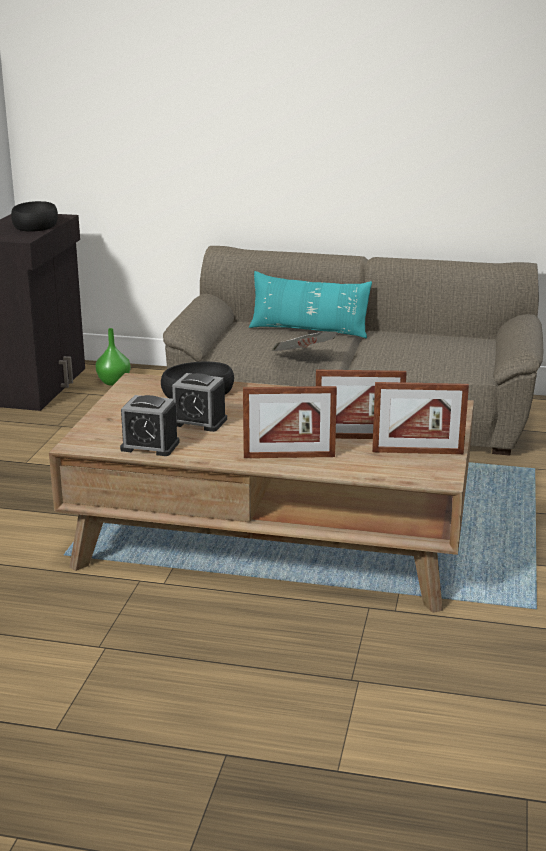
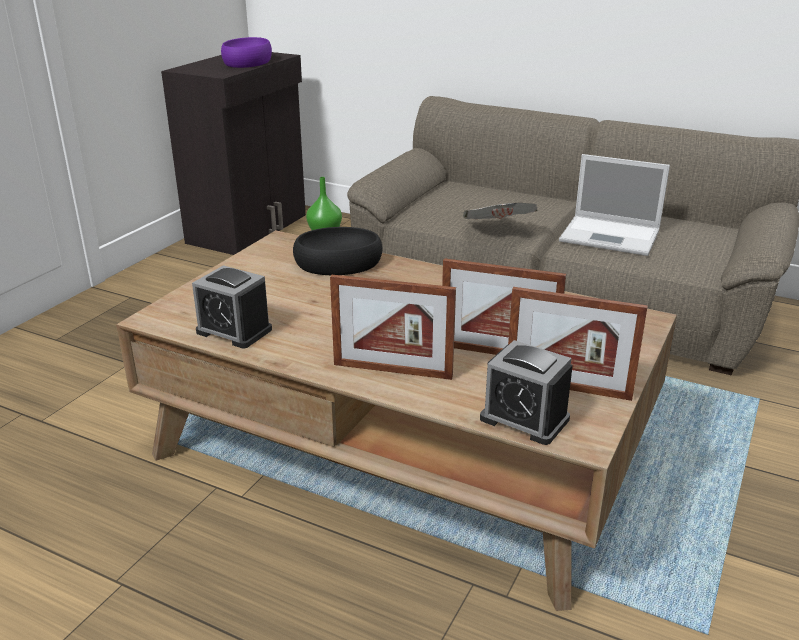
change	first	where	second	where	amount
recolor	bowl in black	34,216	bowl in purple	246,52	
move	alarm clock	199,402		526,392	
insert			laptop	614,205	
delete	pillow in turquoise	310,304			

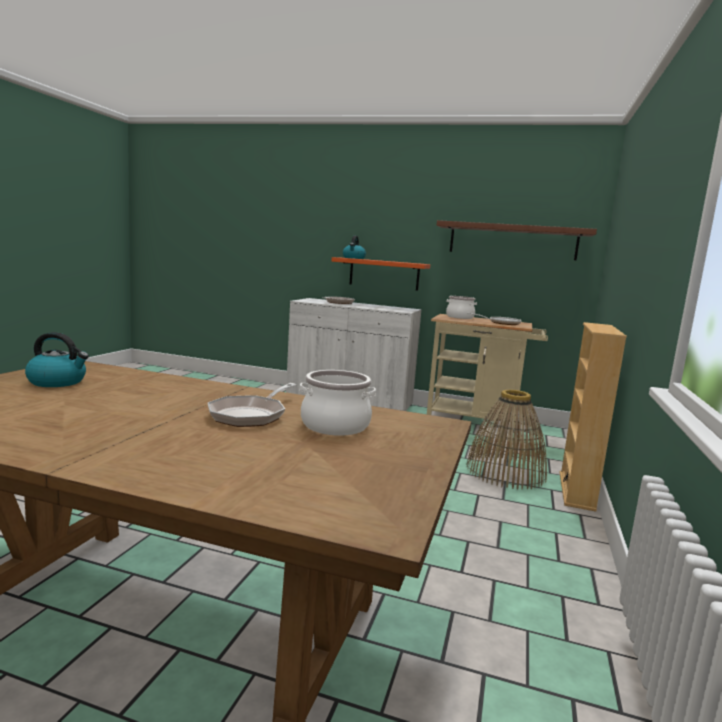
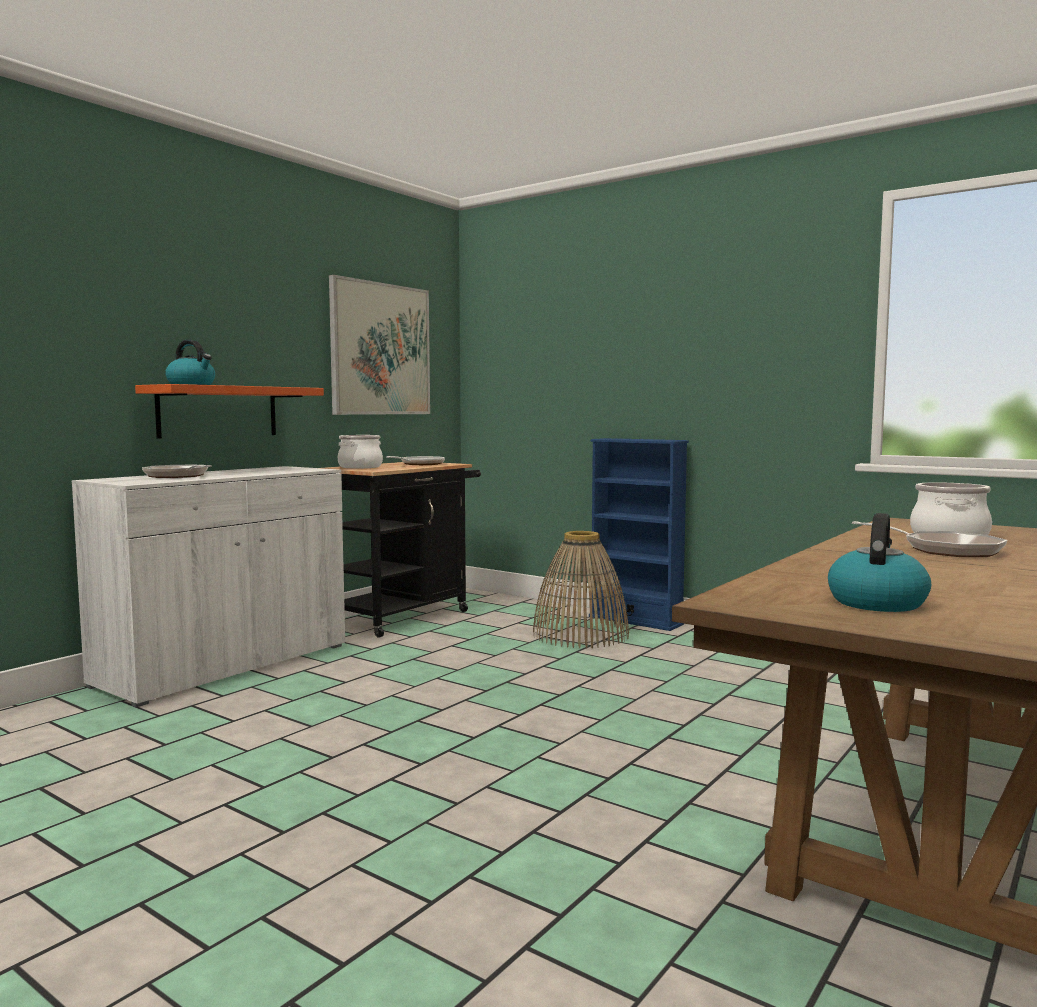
change	first	where	second	where	amount
recolor	cart in beige	487,374	cart in black	402,550	
replace	shelf in brown	517,240	picture	379,345	
recolor	bookcase in beige	593,417	bookcase in blue	639,534	

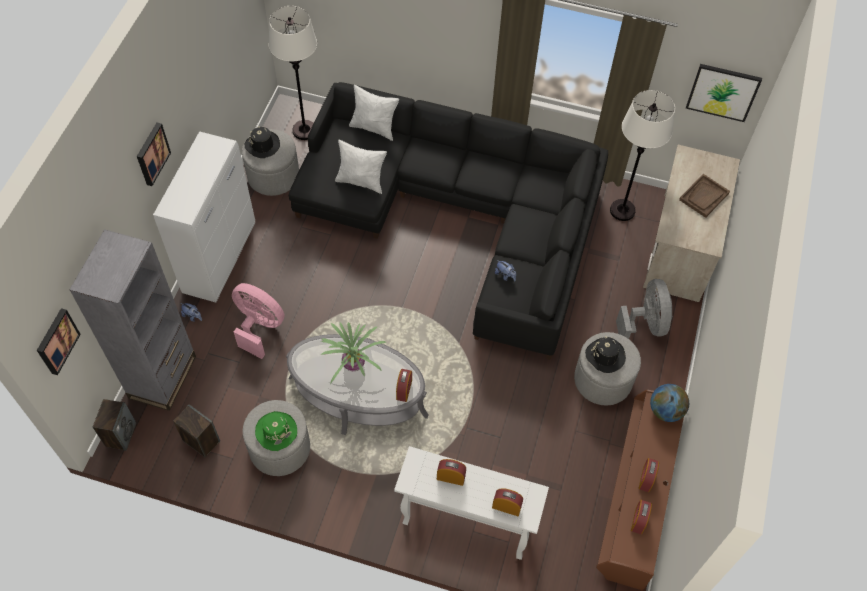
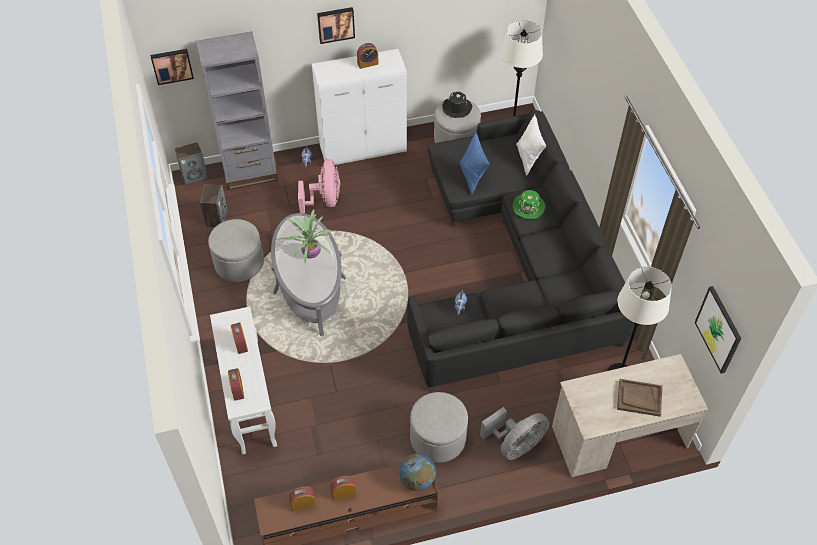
change	first	where	second	where	amount
move	alarm clock	404,385		368,56	
recolor	pillow in white	361,167	pillow in blue	474,163	
move	hat in green	276,431		529,204	
delete	hat in black	605,354			

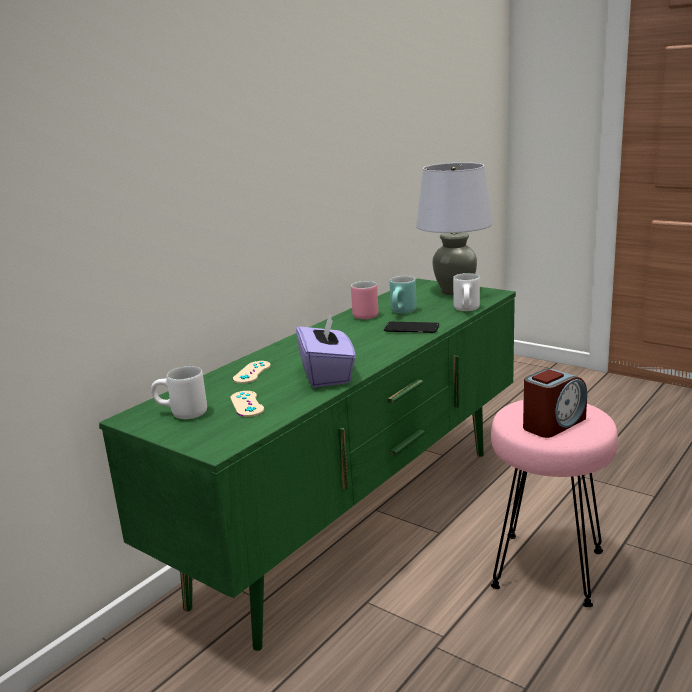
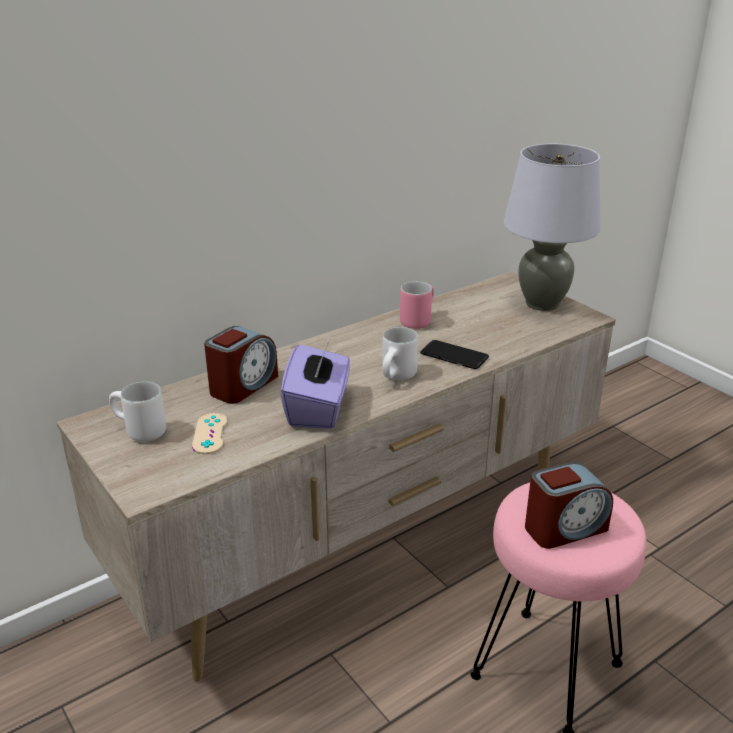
change	first	where	second	where	amount
recolor	tv stand in green	307,464	tv stand in beige	336,476	
replace	game controller in beige	252,372	alarm clock	241,365	
move	mug in white	466,292		400,353	
delete	mug in turquoise	403,295			

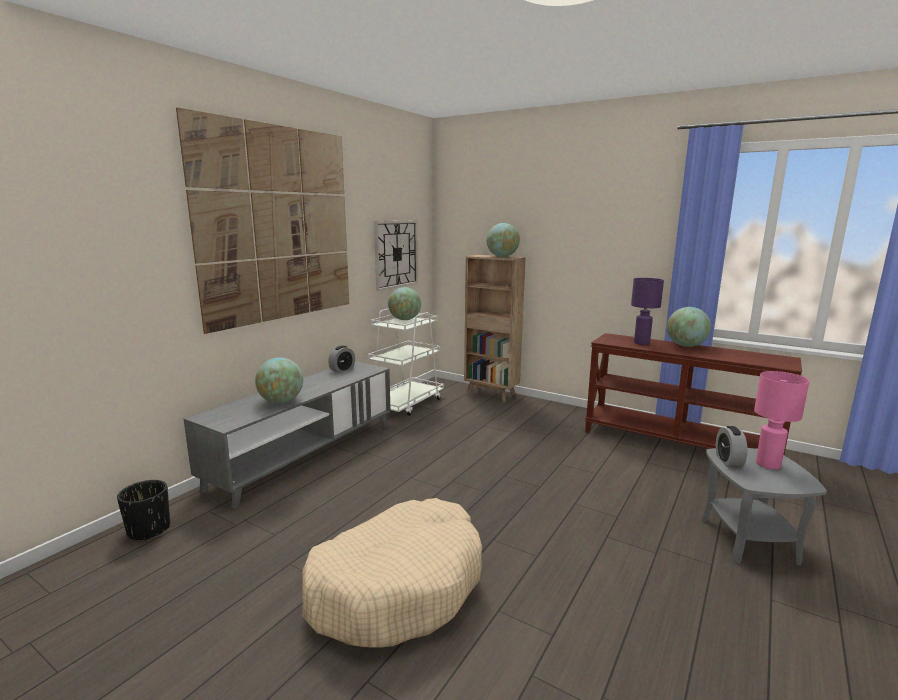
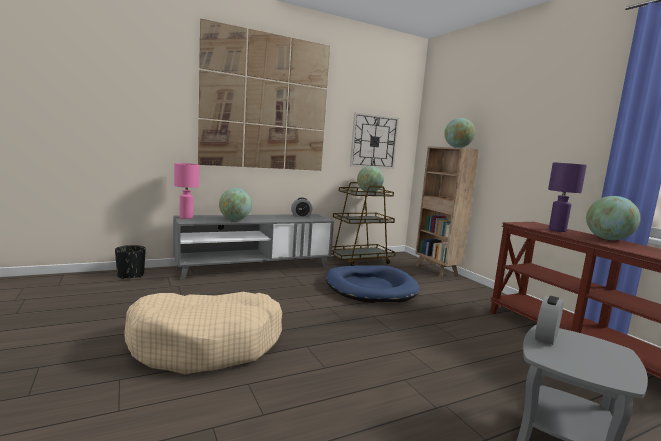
change	first	where	second	where	amount
move	table lamp in pink	781,420		186,191	
insert			dog bed in blue	373,284	
recolor	cart in white	406,362	cart in brown	363,224	

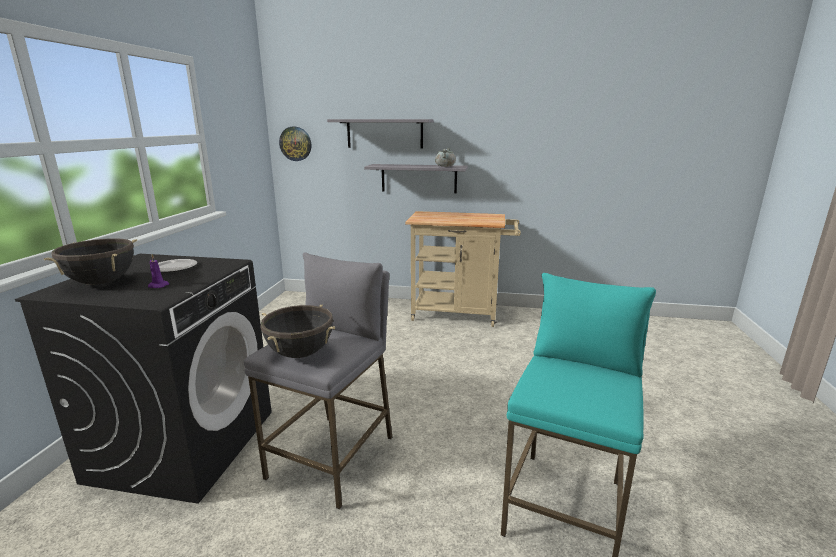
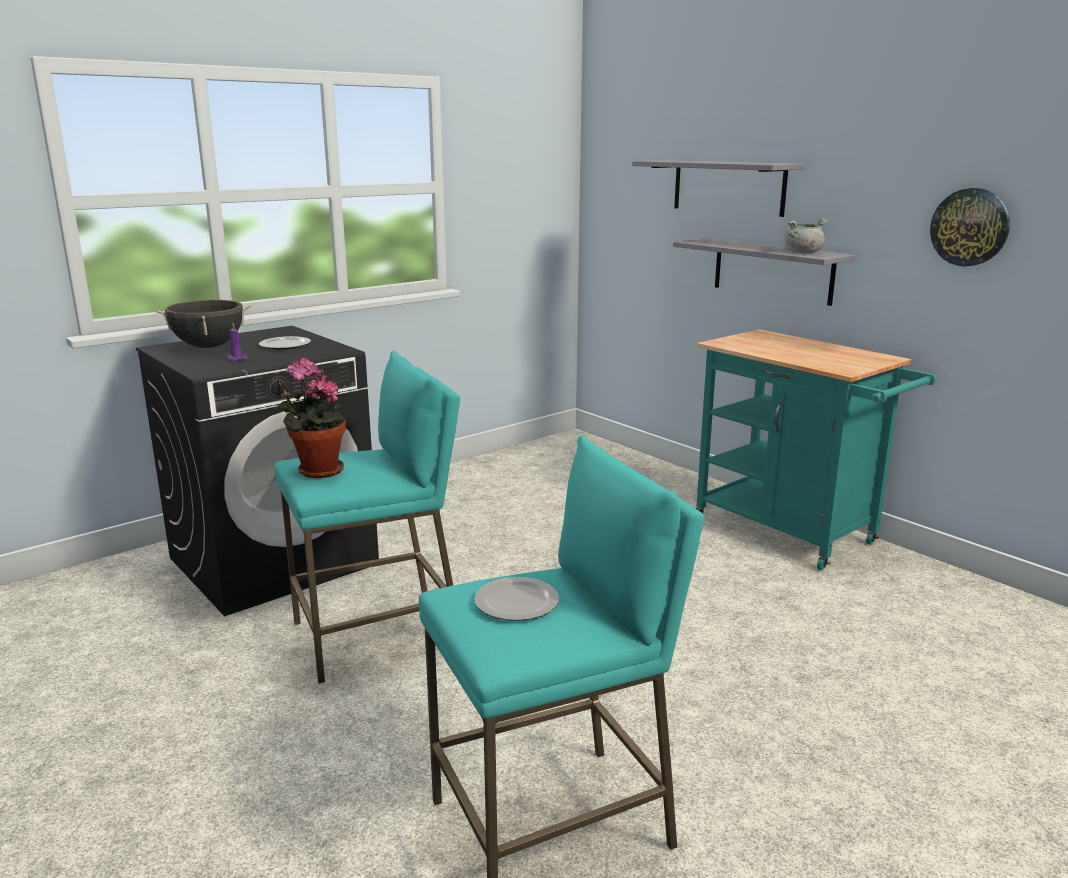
change	first	where	second	where	amount
recolor	stool in grey	318,380	stool in turquoise	367,517	
replace	cooking pot in black	298,331	potted plant	310,418	
insert			plate	517,599	
recolor	cart in beige	463,269	cart in turquoise	816,450	
move	wall clock	295,144		970,227	

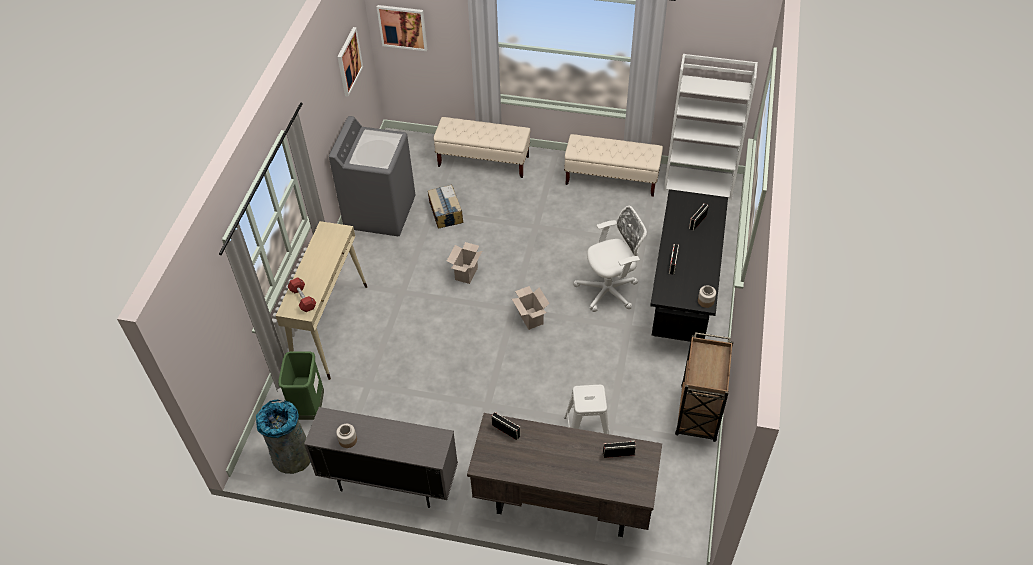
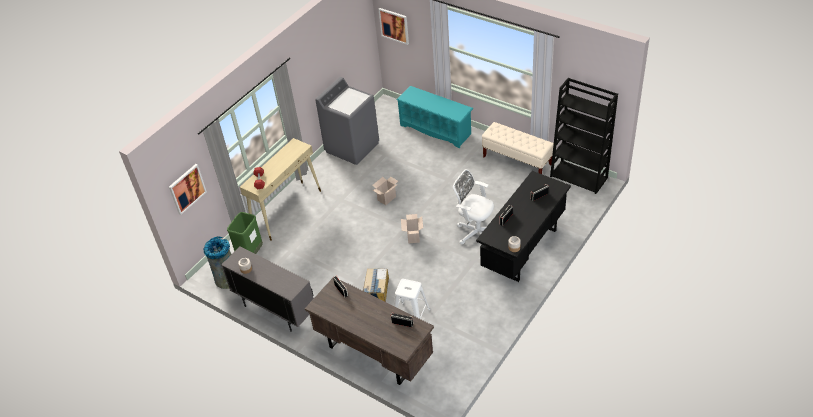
change	first	where	second	where	amount
move	picture	350,62		188,189	
move	cardboard box	445,207		376,285	
replace	bench in beige	482,147	shoe rack in turquoise	434,117	
rotate	office chair in white	610,259		473,206	150 degrees counterclockwise
recolor	bookcase in white	711,127	bookcase in black	584,136	
delete	cart in brown	704,387			

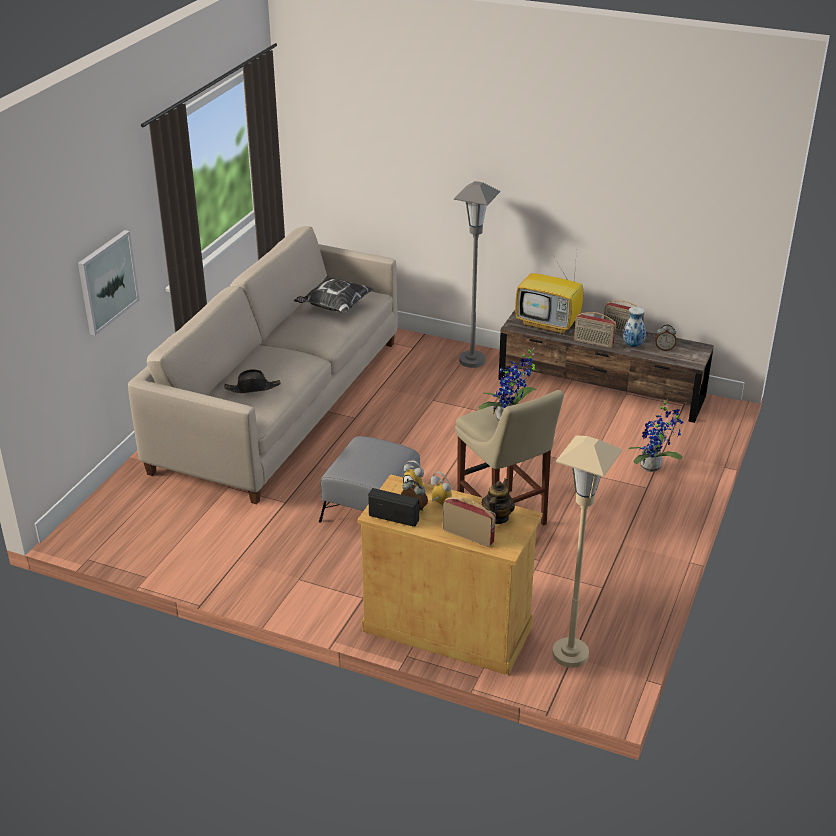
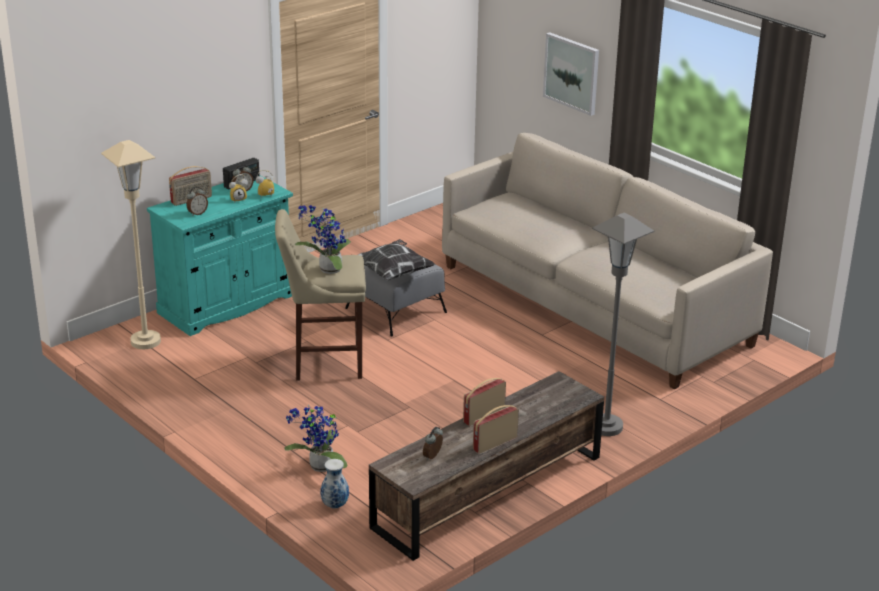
change	first	where	second	where	amount
recolor	cabinet in beige	449,574	cabinet in turquoise	220,255	
replace	teapot	498,501	alarm clock	197,201	
move	vase	634,327		334,483	
move	pillow	334,294		396,260	
delete	hat in black	252,381			
delete	television	549,292			

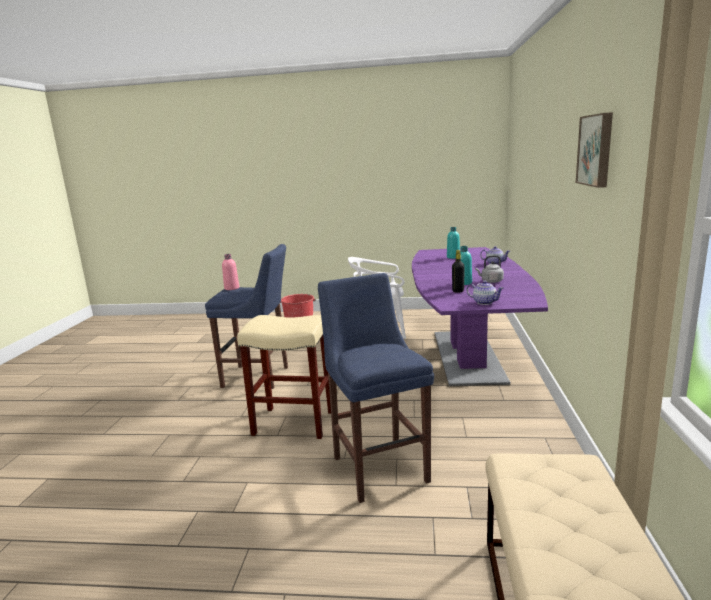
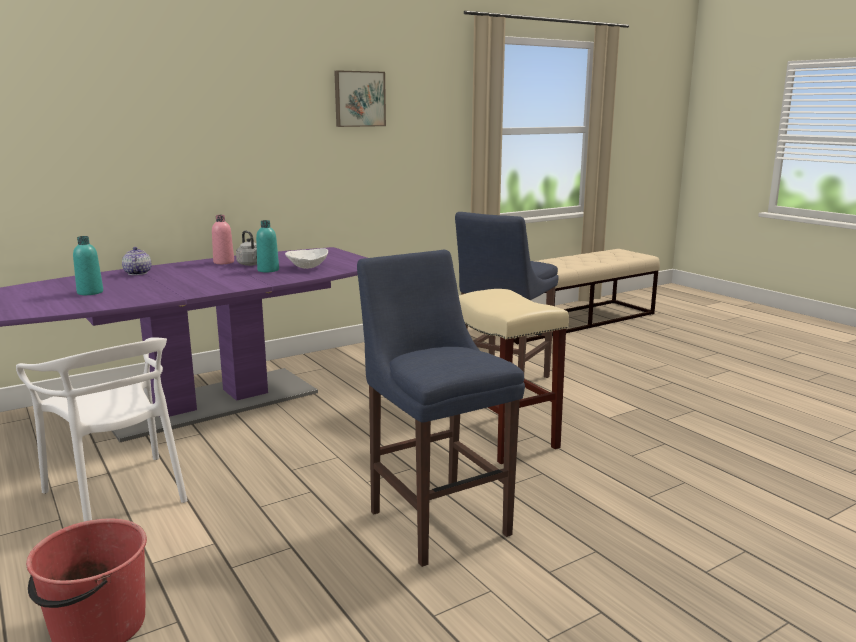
change	first	where	second	where	amount
move	bottle in pink	230,272		223,239	
replace	bottle in black	458,271	bowl in white	306,258	
delete	teapot	485,293			

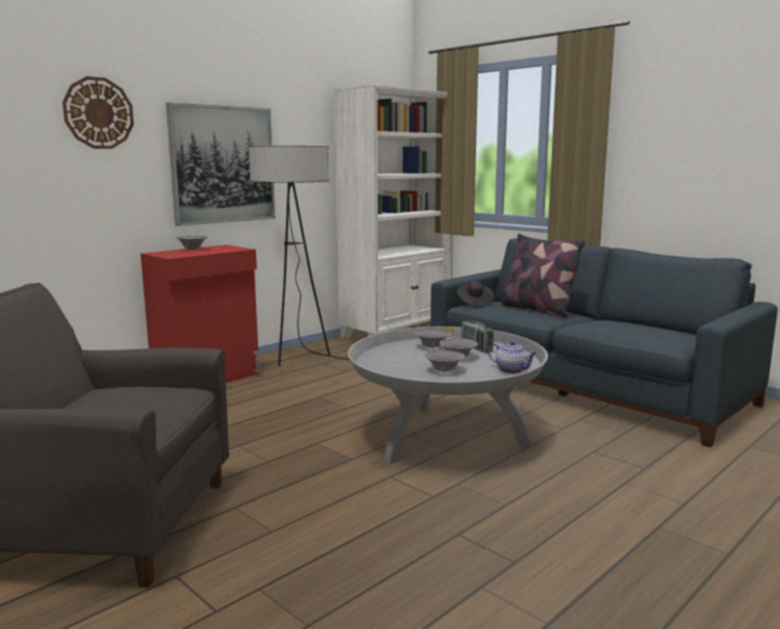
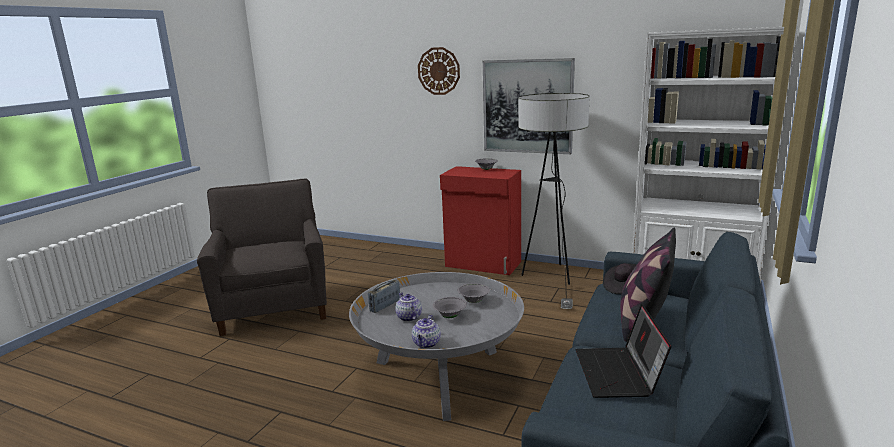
change	first	where	second	where	amount
move	radio	477,337		384,296	
replace	bowl in grey	444,361	teapot	408,307	
insert			laptop	623,351	

